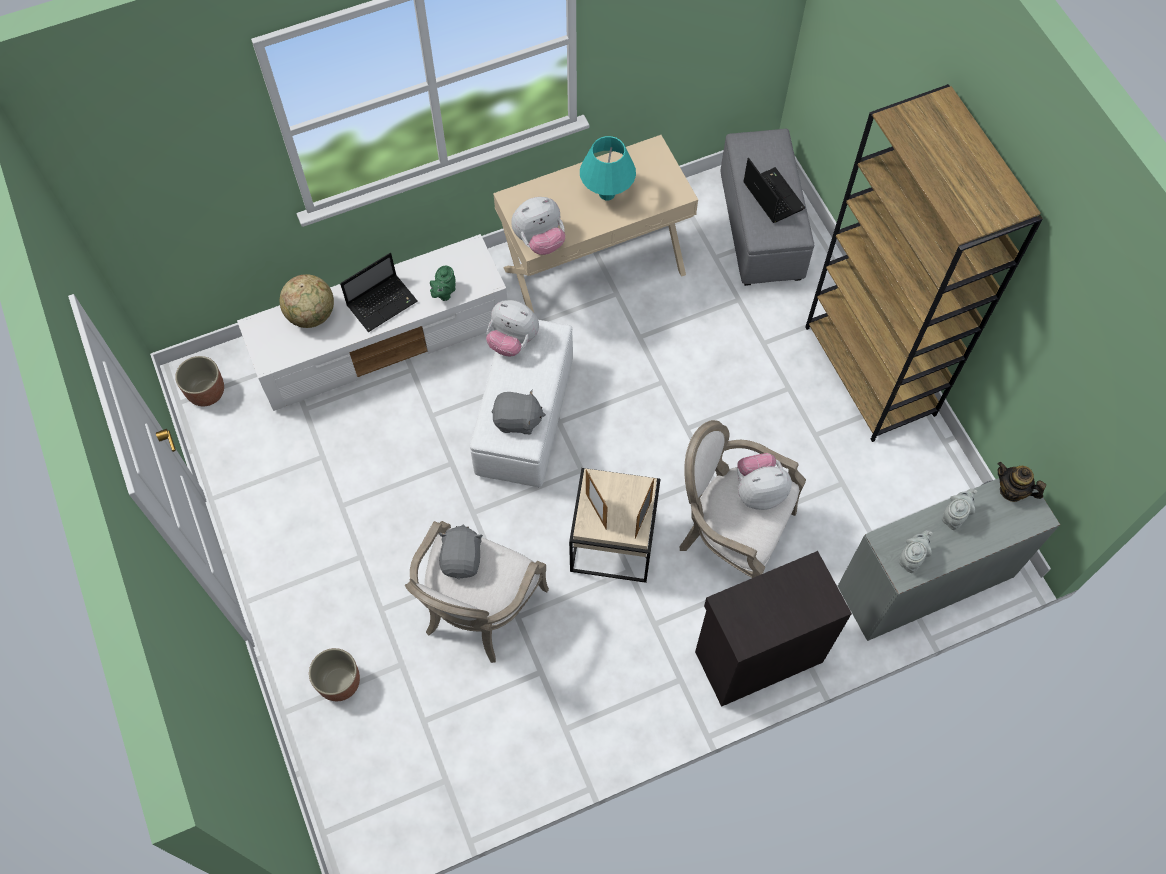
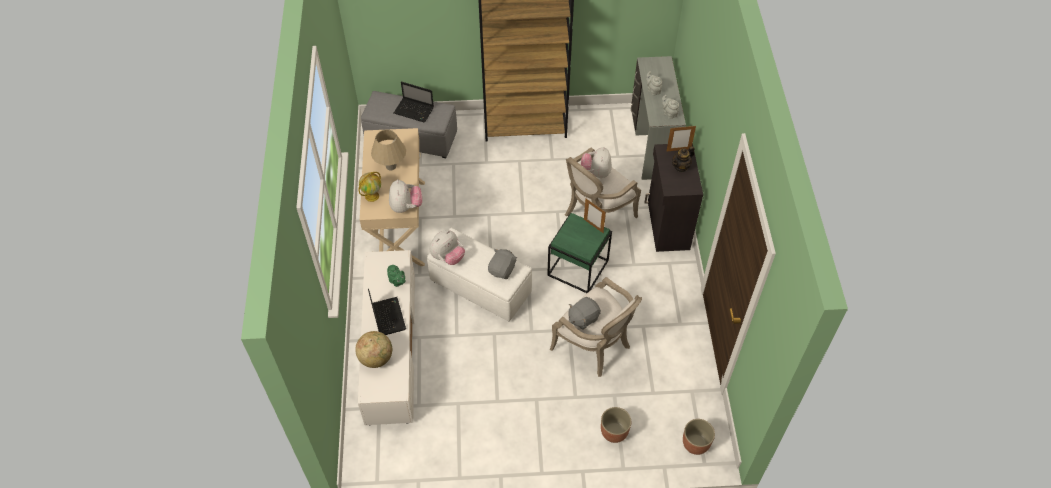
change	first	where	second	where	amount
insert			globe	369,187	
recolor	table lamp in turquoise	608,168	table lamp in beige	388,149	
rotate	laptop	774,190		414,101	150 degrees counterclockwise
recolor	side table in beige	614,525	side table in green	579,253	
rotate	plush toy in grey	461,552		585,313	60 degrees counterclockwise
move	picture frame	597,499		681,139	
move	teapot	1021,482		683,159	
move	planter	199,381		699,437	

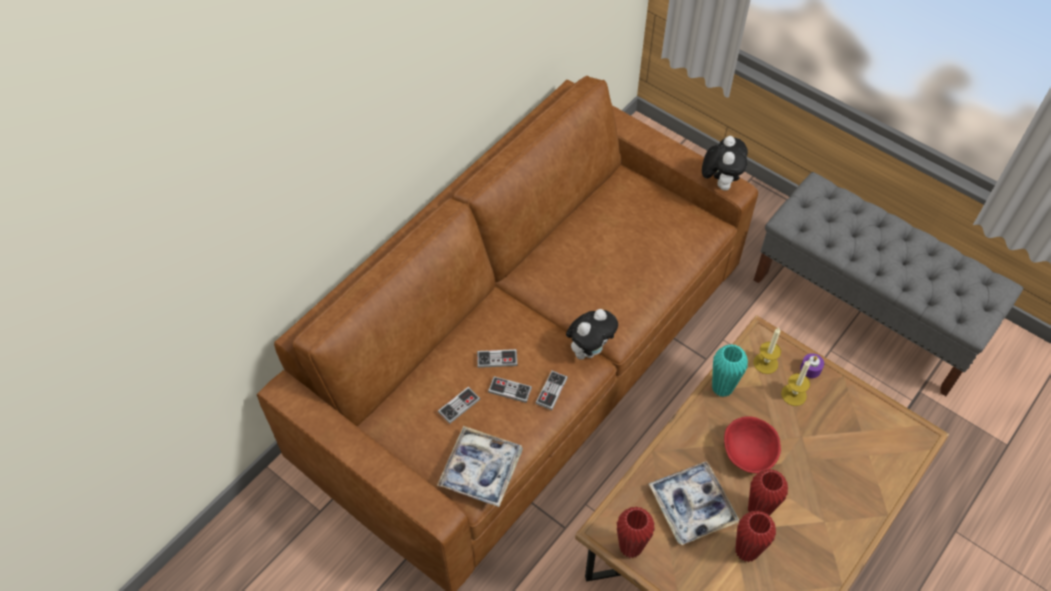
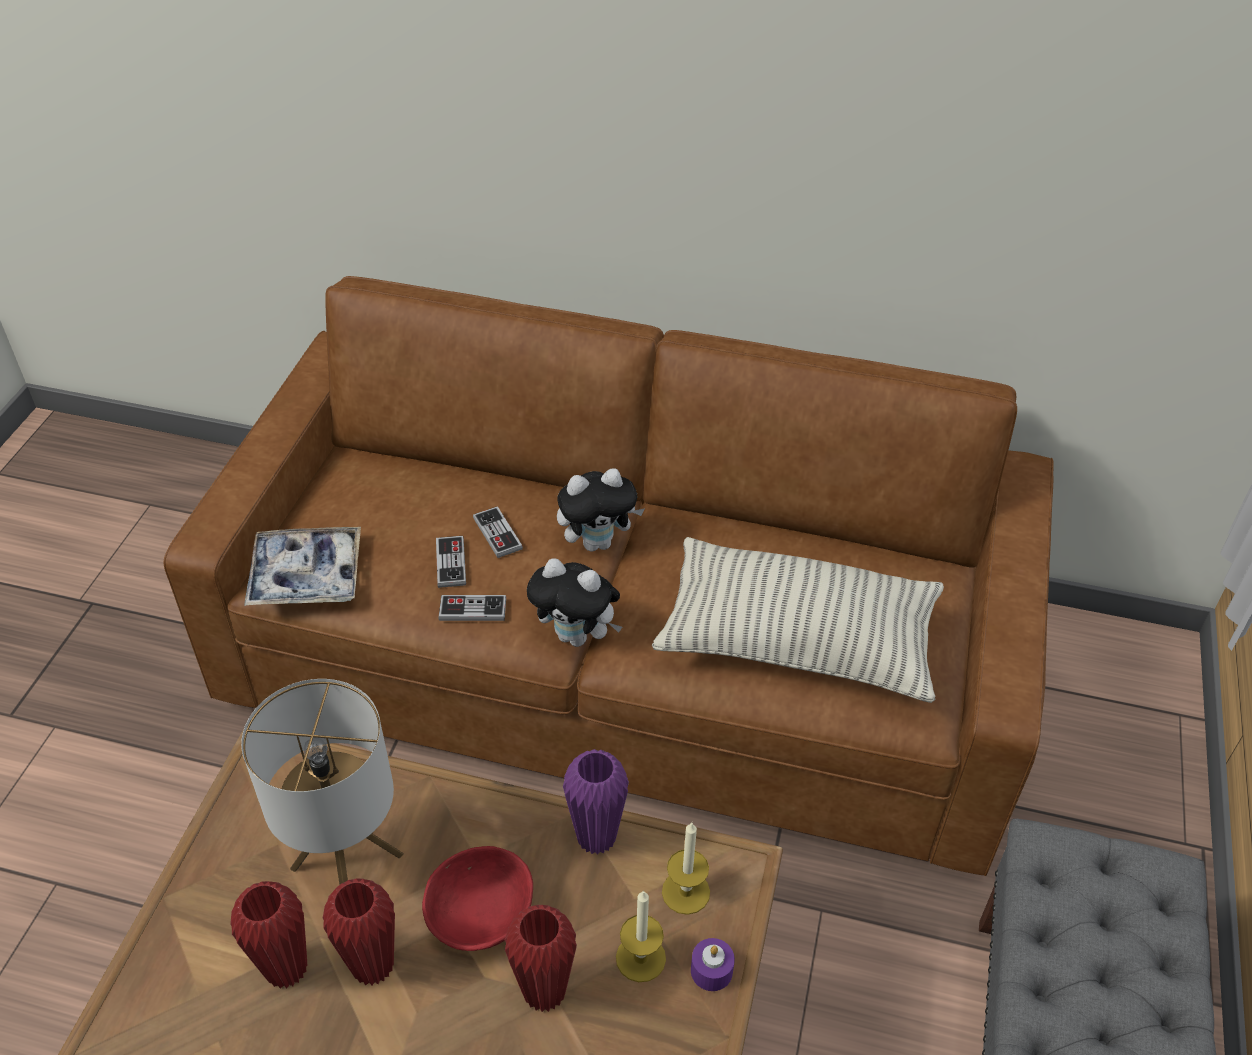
change	first	where	second	where	amount
replace	tray	694,503	table lamp	322,782	
move	vase in red	636,532		541,958	
move	plush toy	725,163		601,510	
recolor	vase in turquoise	730,370	vase in purple	596,802	
insert			pillow	798,620	
delete	game controller	459,405			

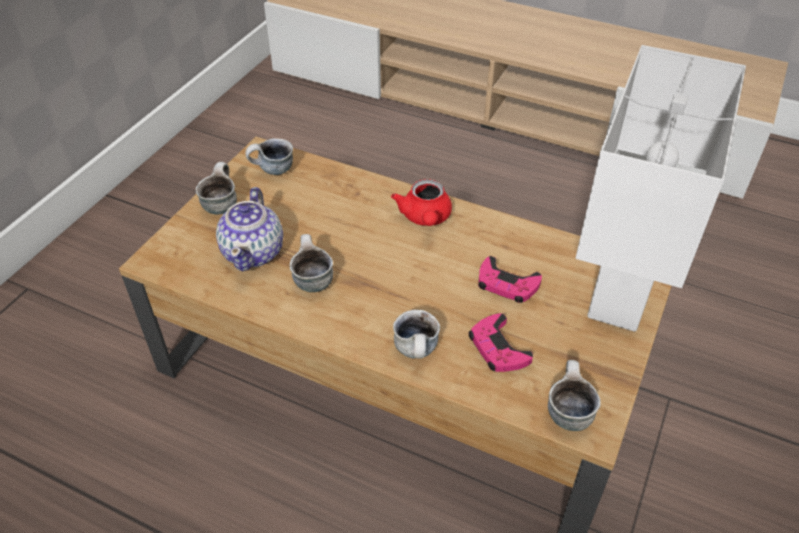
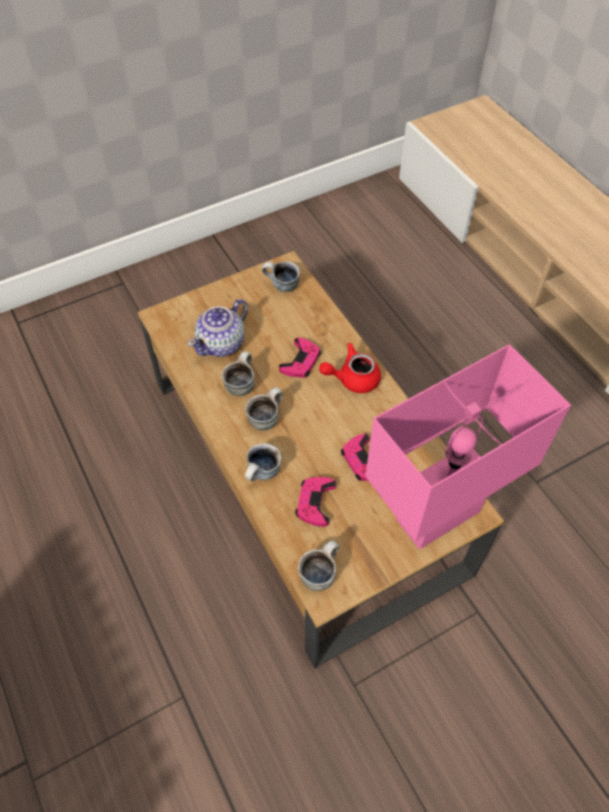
change	first	where	second	where	amount
move	mug	216,188		264,408	
insert			game controller in pink	300,358	
rotate	teapot in red	421,202		350,368	45 degrees clockwise
recolor	table lamp in white	660,188	table lamp in pink	468,446	

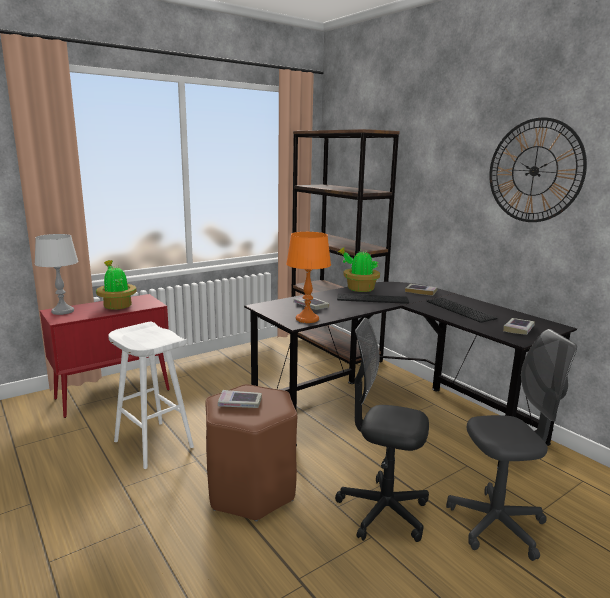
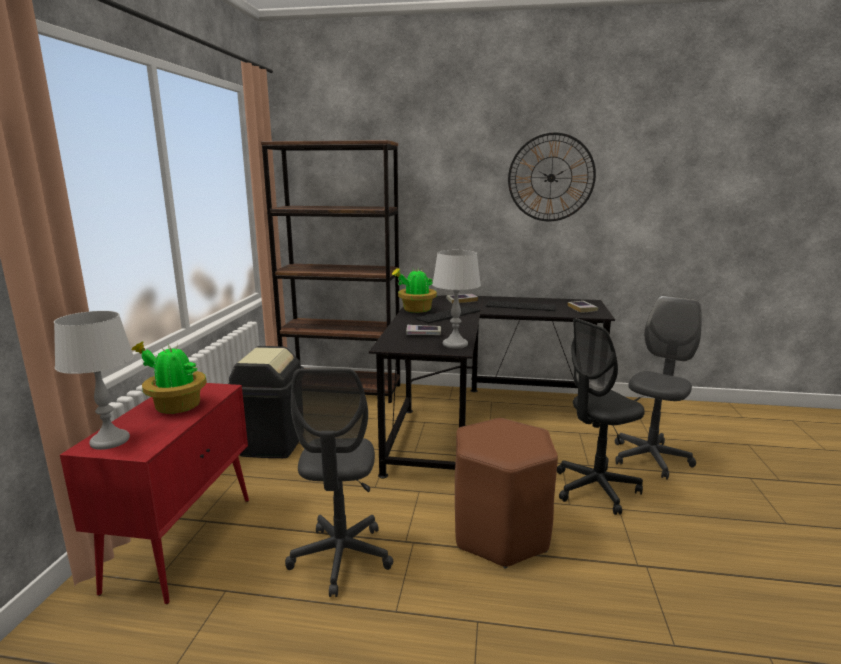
change	first	where	second	where	amount
insert			trash can in black	266,402	
replace	stool in white	151,395	office chair in grey	339,482	
recolor	table lamp in orange	308,277	table lamp in grey	456,299	
delete	book	240,399			

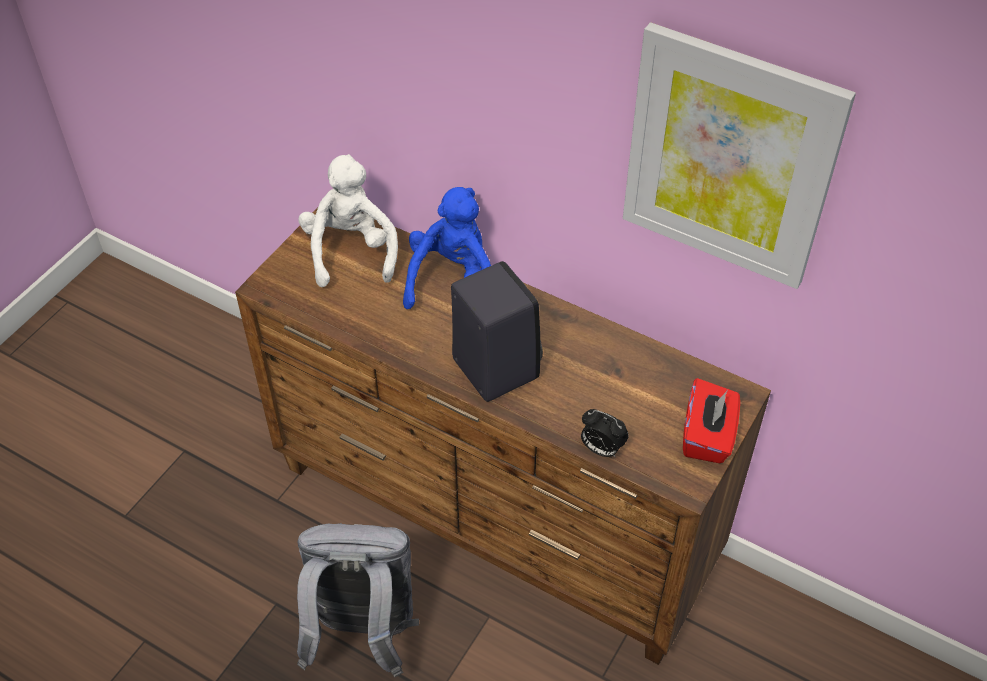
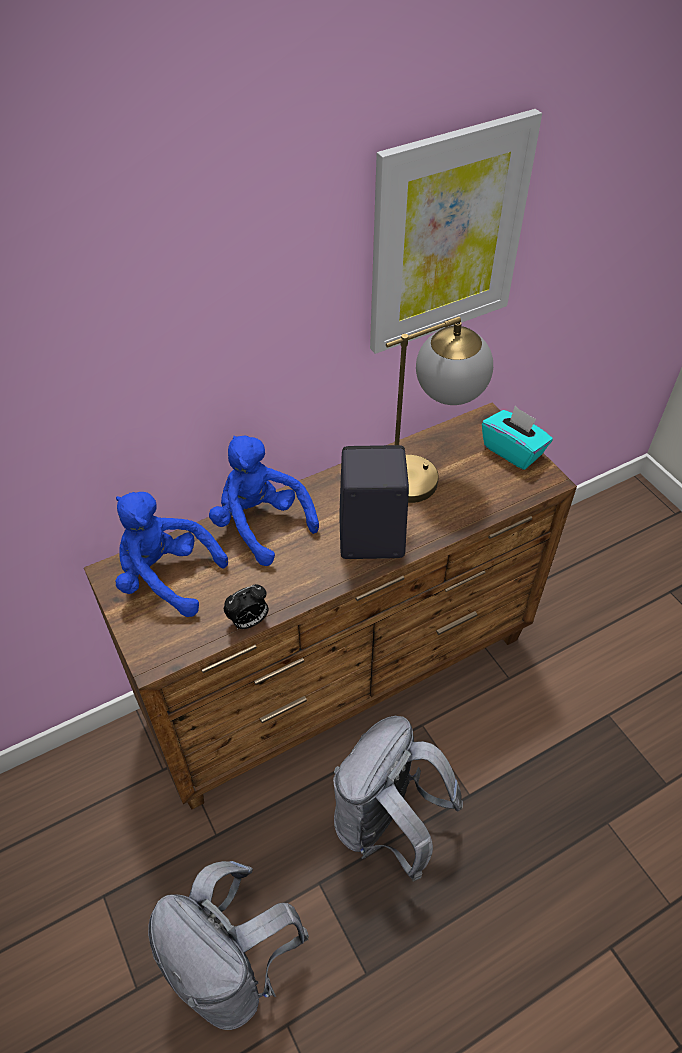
change	first	where	second	where	amount
recolor	plush toy in white	348,220	plush toy in blue	171,554	
insert			backpack in grey	228,945	
move	alarm clock	605,433		246,606	
insert			table lamp	439,410	
recolor	tissue box in red	711,420	tissue box in turquoise	517,438	

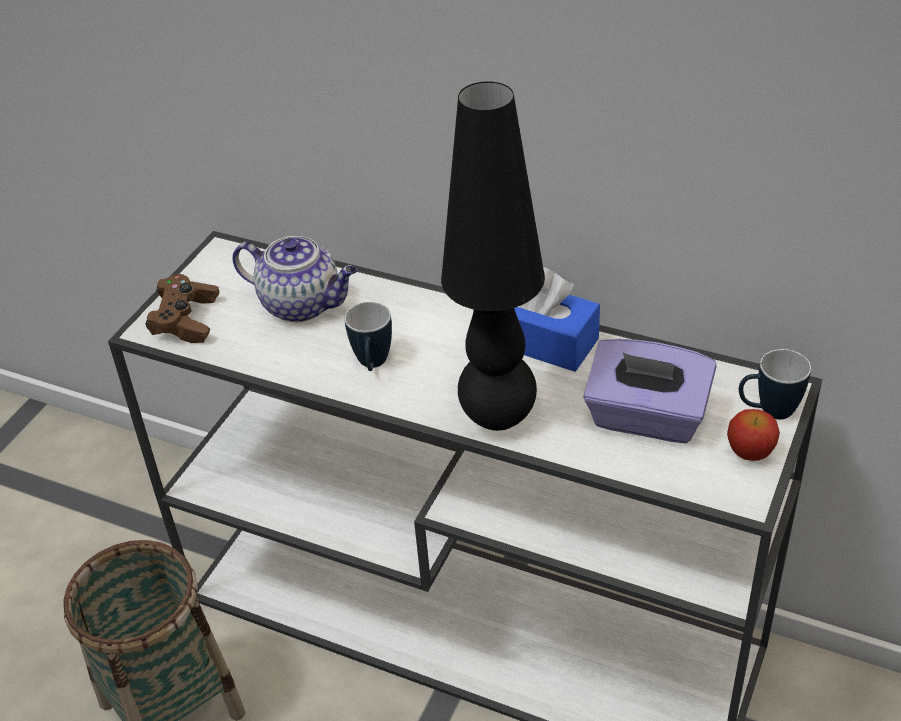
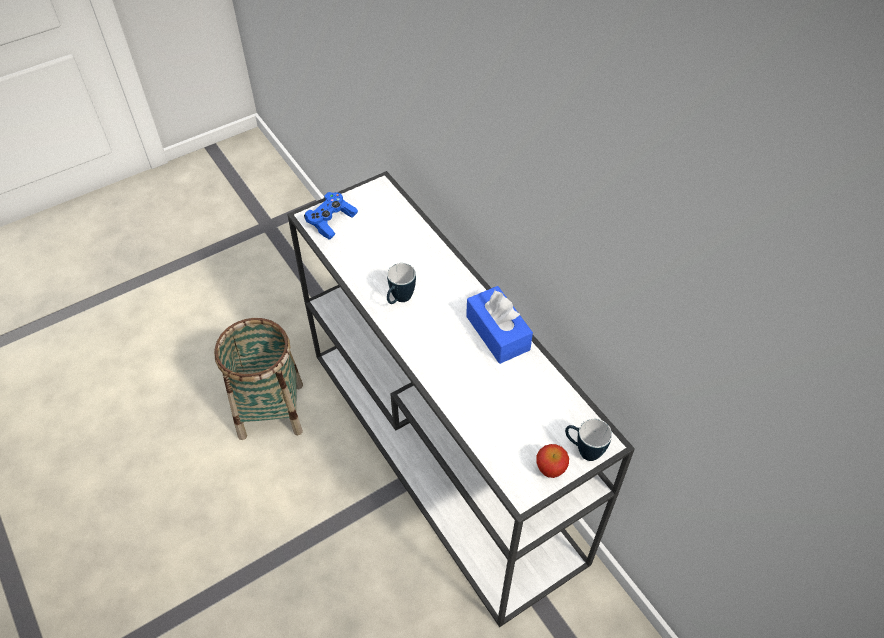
change	first	where	second	where	amount
recolor	game controller in brown	182,308	game controller in blue	331,216	
delete	teapot	294,279			
delete	table lamp in black	493,256			
delete	tissue box in purple	649,391			

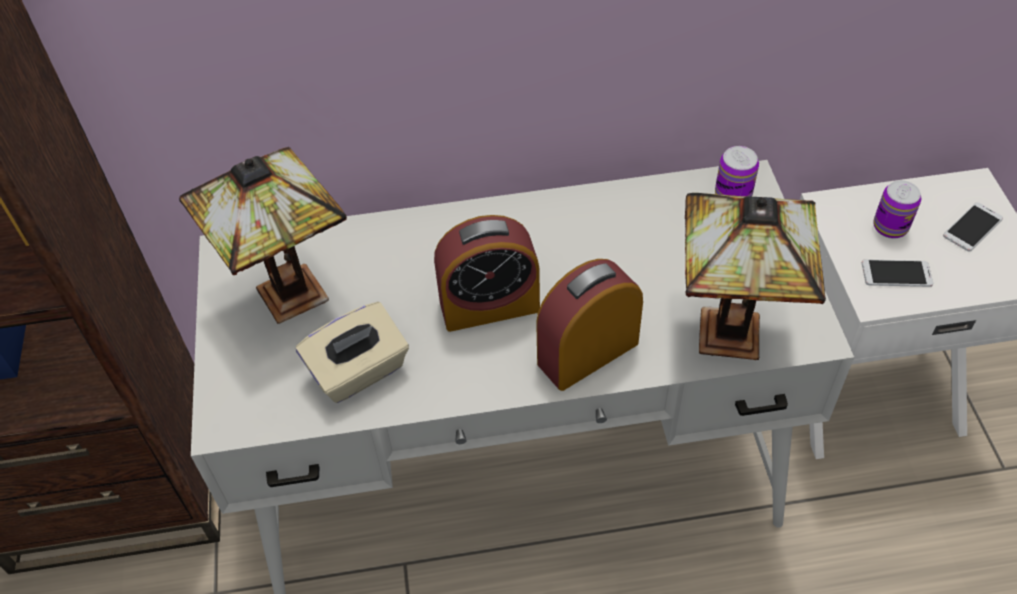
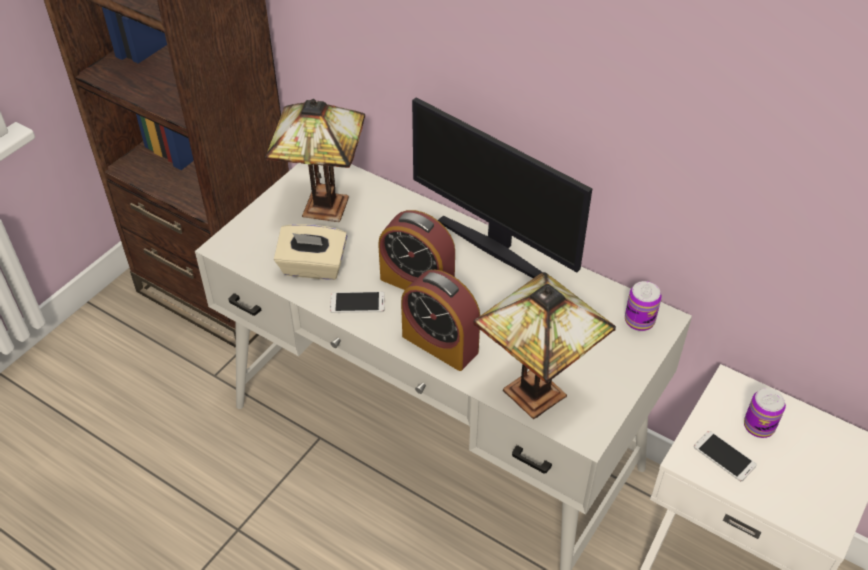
change	first	where	second	where	amount
move	phone	973,227		357,302	
rotate	alarm clock	589,325		440,320	150 degrees counterclockwise
insert			monitor	502,187	

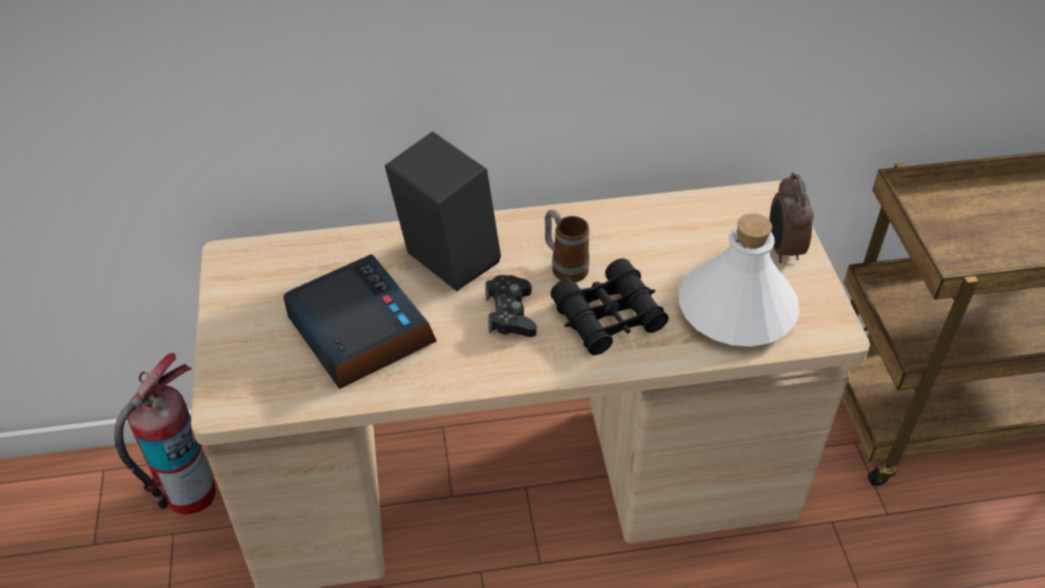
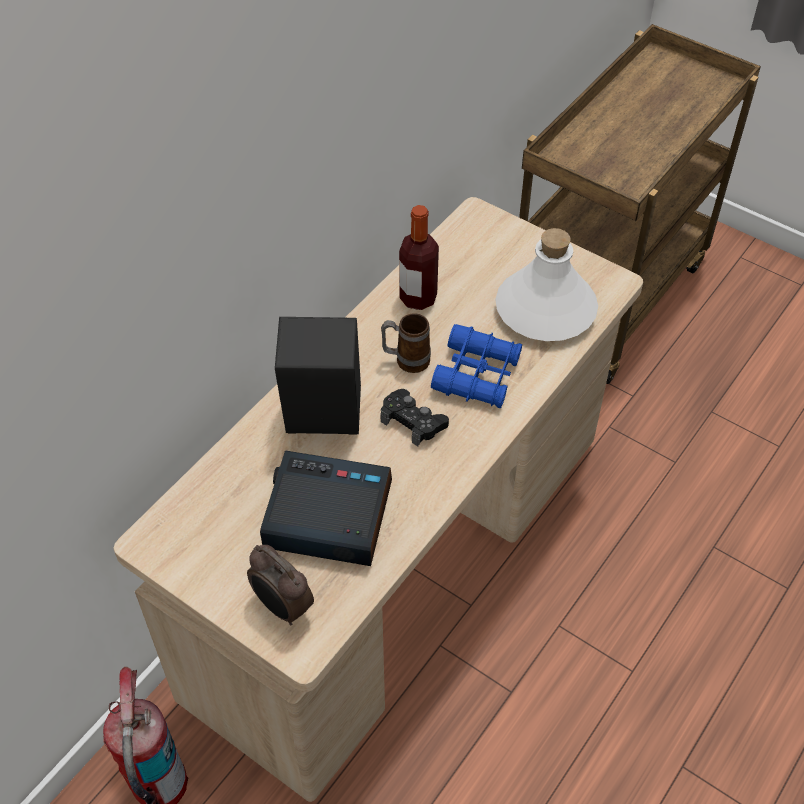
change	first	where	second	where	amount
move	alarm clock	792,218		280,585	
insert			bottle	419,257	
recolor	binoculars in black	609,306	binoculars in blue	476,366	

